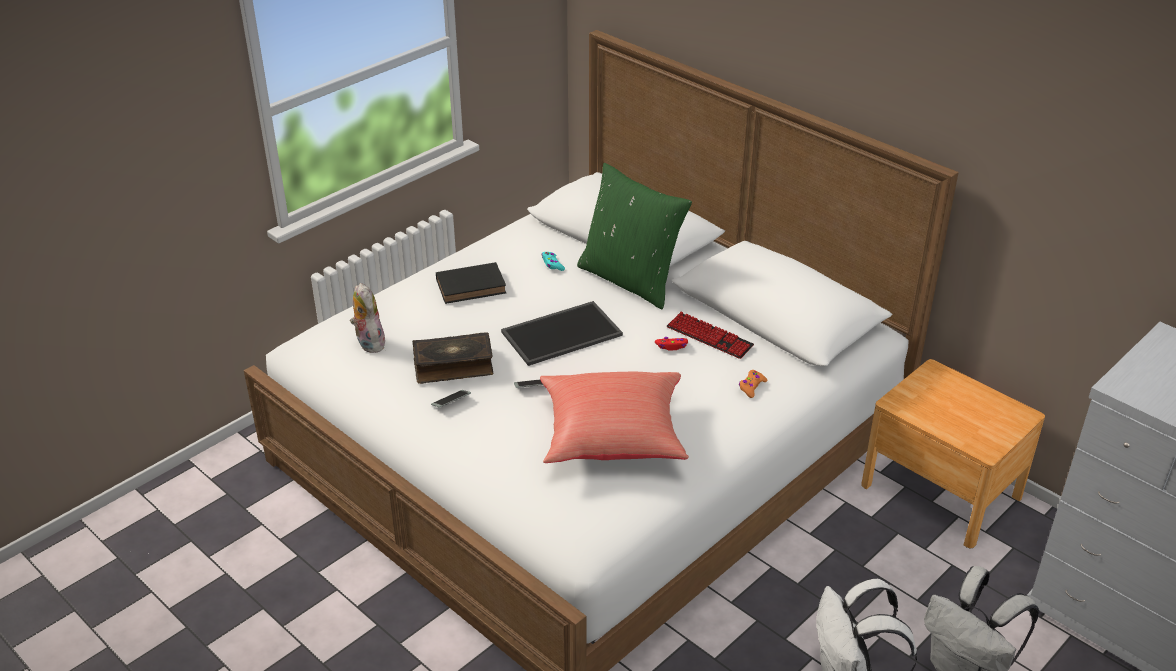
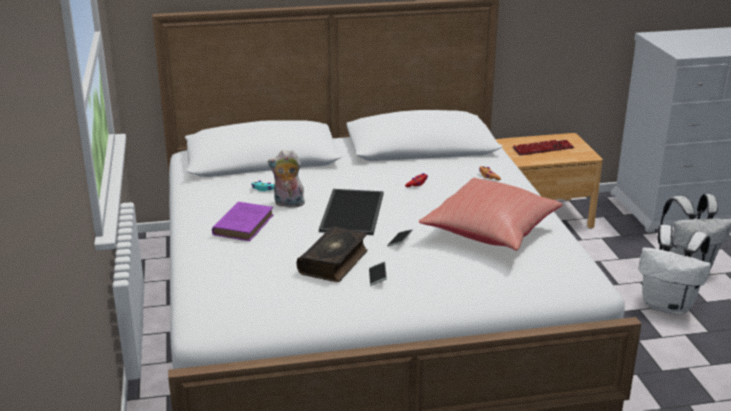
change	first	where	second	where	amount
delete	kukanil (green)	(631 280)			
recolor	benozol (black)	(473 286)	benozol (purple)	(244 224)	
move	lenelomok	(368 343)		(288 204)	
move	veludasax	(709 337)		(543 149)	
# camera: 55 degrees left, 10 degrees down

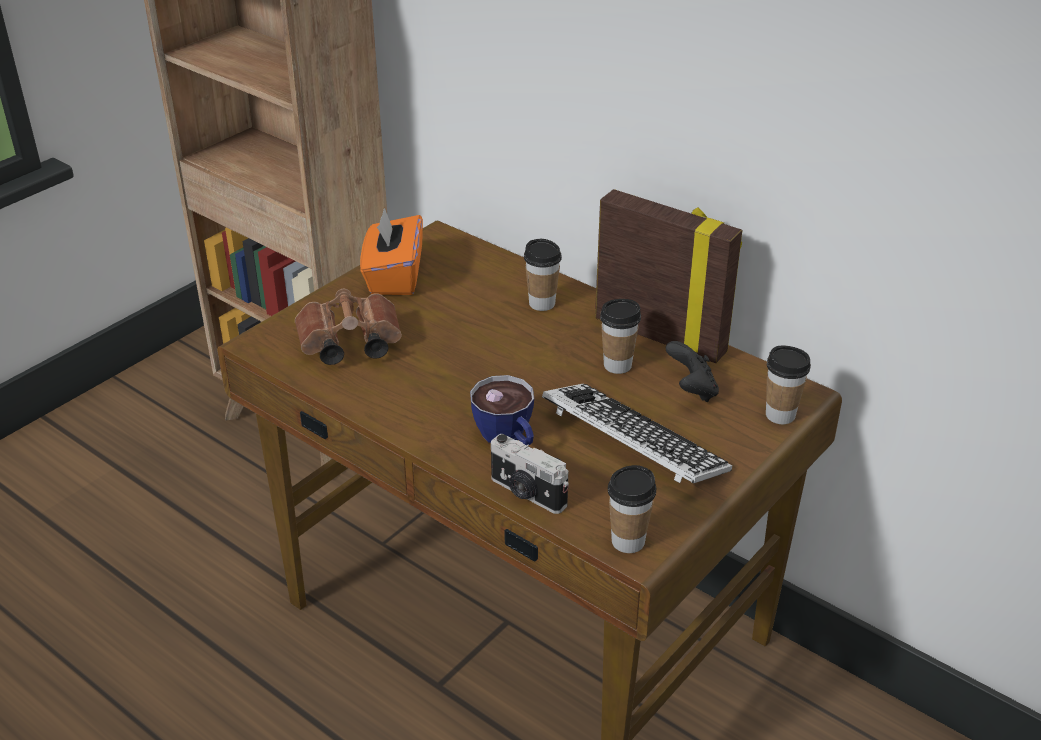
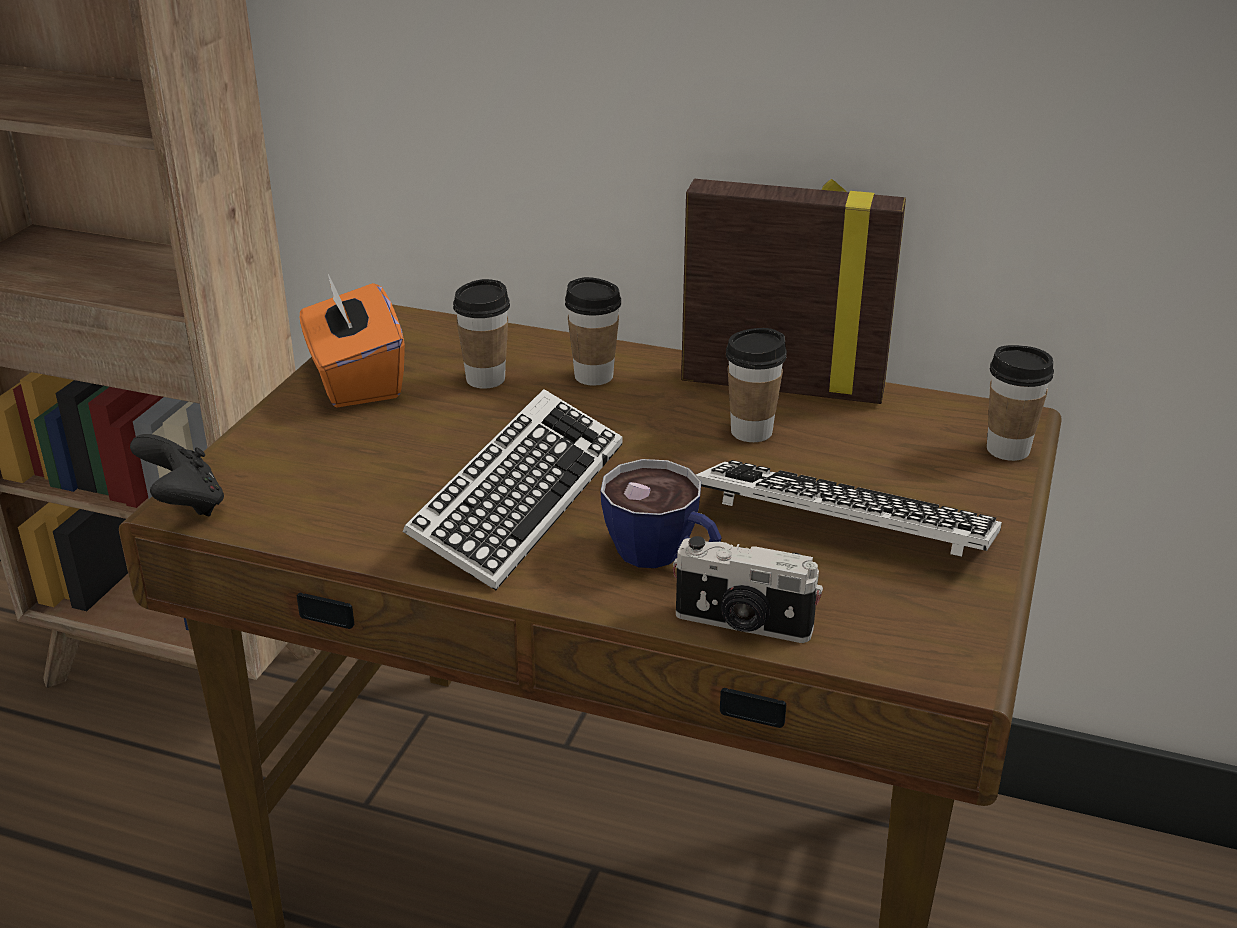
change	first	where	second	where	amount
delete	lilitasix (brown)	(347 346)			
move	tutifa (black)	(691 390)		(185 505)	
move	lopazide	(628 541)		(485 379)	
insert			veludasax	(519 500)	
# camera: 20 degrees left, 5 degrees down

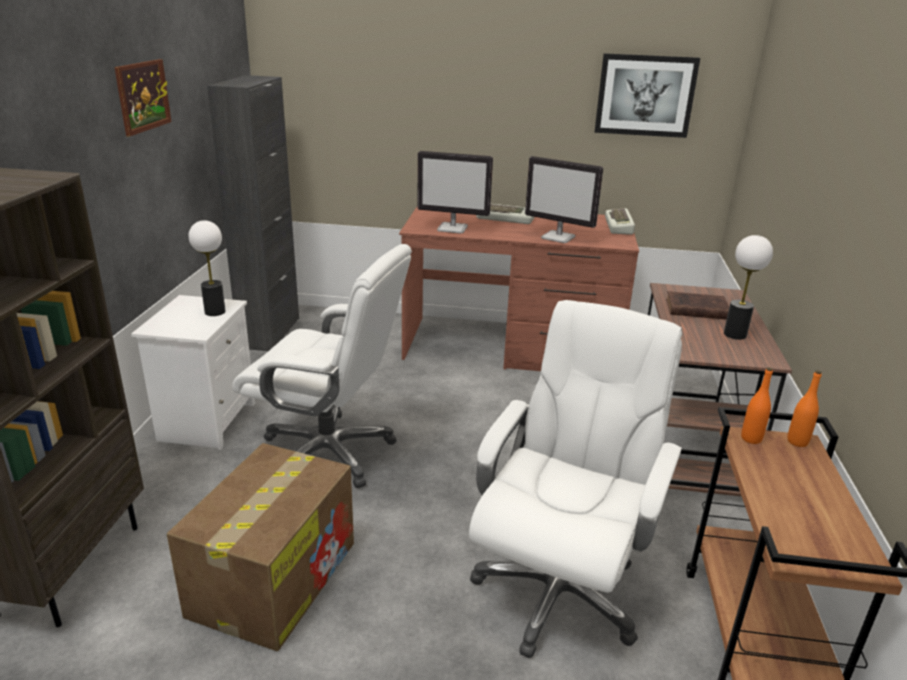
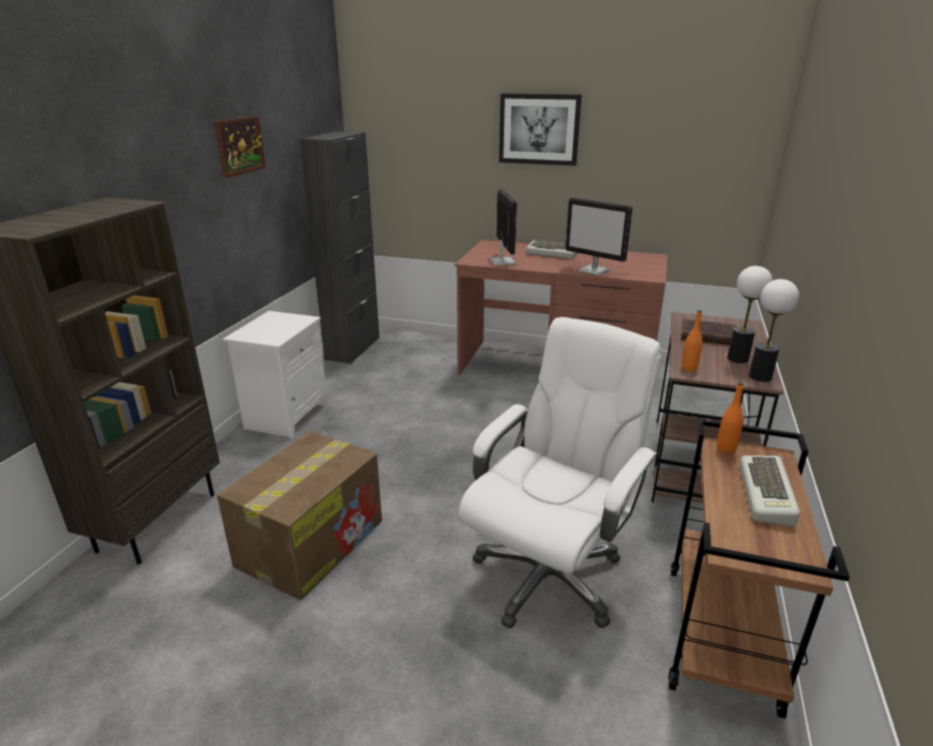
change	first	where	second	where	amount
move	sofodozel	(645 95)		(539 129)	
rotate	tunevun	(453 228)		(502 261)	120 degrees counterclockwise
move	veludasax	(620 226)		(768 495)	
move	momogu	(215 312)		(760 377)	
delete	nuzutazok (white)	(329 452)			
move	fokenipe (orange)	(797 442)		(689 368)	
# camera: 10 degrees right, 0 degrees up

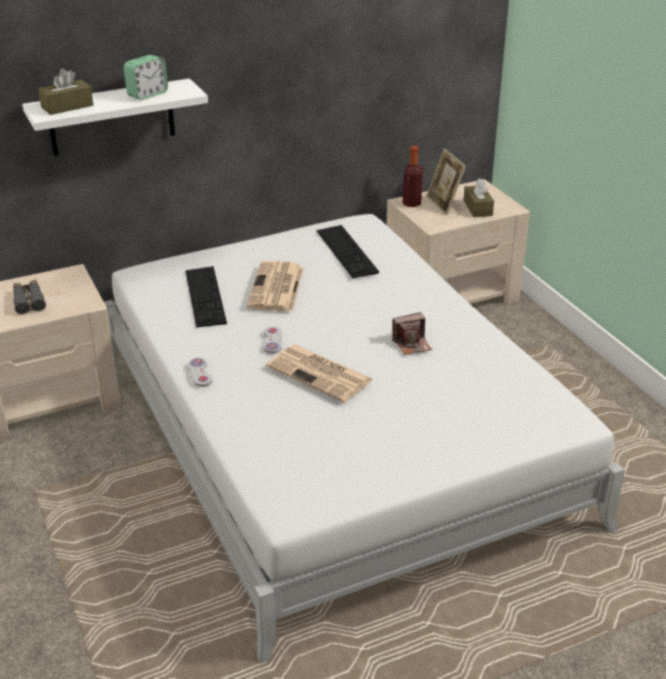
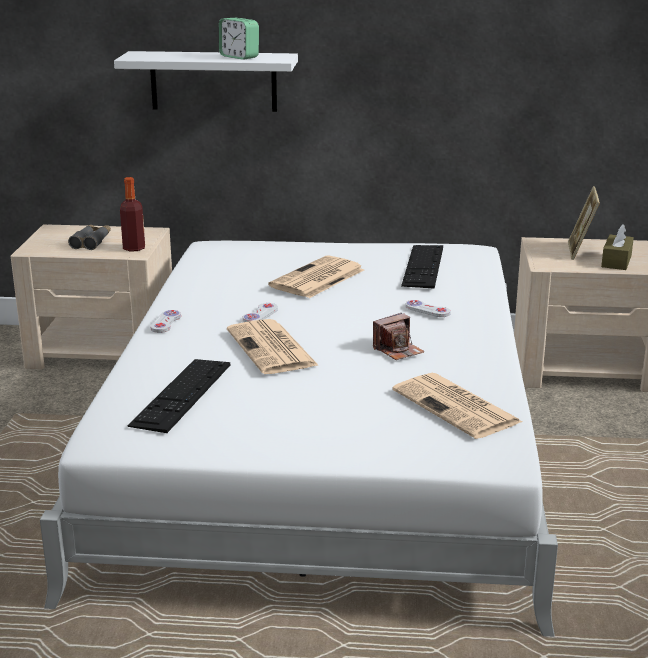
change	first	where	second	where	amount
rotate	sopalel	(147 94)		(239 57)	60 degrees clockwise
delete	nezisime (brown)	(67 106)			
move	fokenipe	(411 203)		(134 248)	
move	veludasax	(205 296)		(181 394)	
rotate	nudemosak	(411 344)		(398 350)	45 degrees counterclockwise
insert			tutifa (white)	(427 310)	
insert			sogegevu	(458 407)	
# camera: 30 degrees right, 10 degrees down

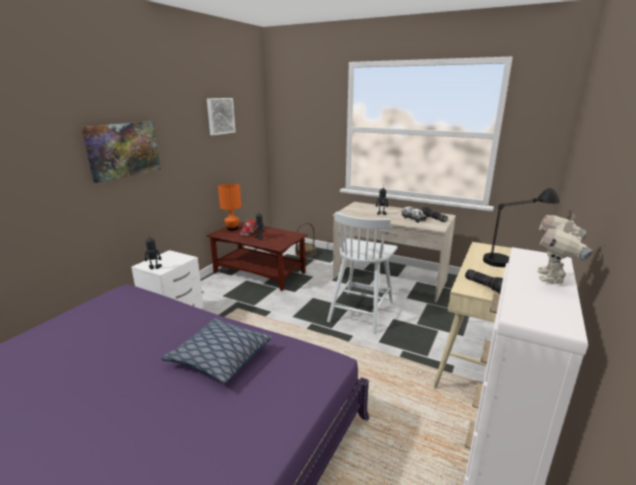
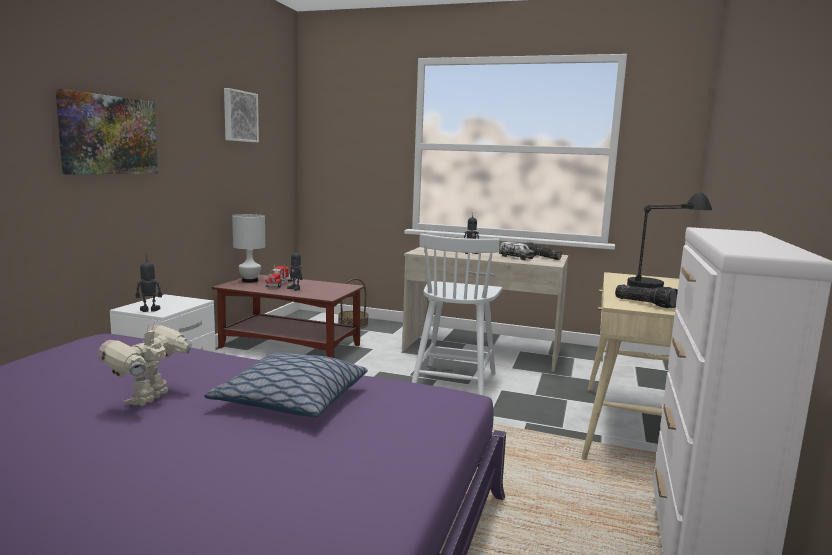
change	first	where	second	where	amount
recolor	momogu (orange)	(232 229)	momogu (white)	(250 281)	
move	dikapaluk	(552 278)		(150 399)	
# camera: 10 degrees left, 10 degrees down

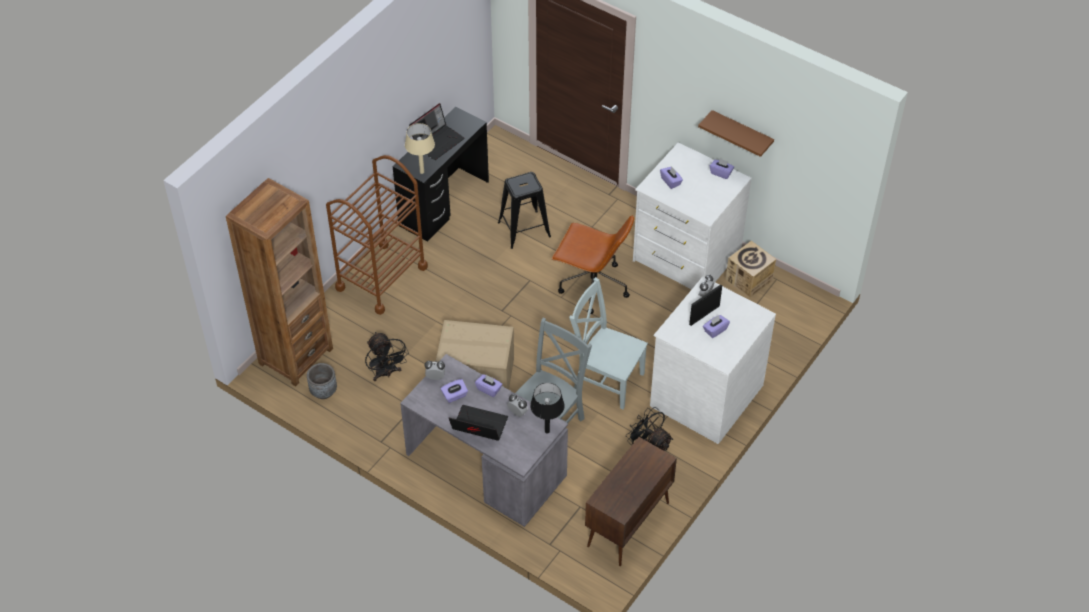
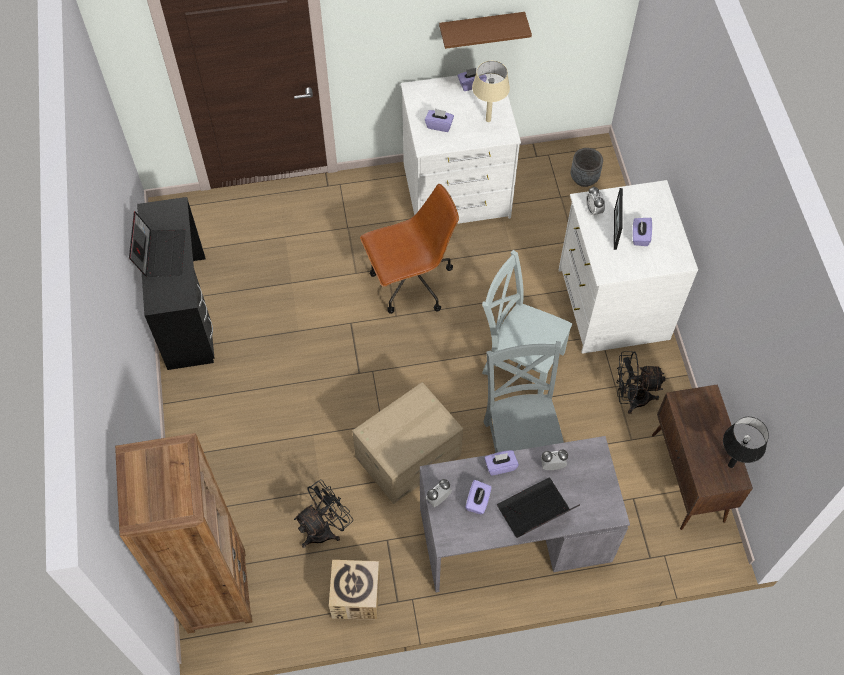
change	first	where	second	where	amount
move	momogu (beige)	(421 172)		(488 120)	
delete	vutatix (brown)	(381 277)			
delete	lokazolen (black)	(524 229)			
move	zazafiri	(749 280)		(356 596)	
rotate	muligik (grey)	(606 379)		(520 360)	45 degrees clockwise
rotate	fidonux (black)	(386 373)		(324 528)	60 degrees counterclockwise
move	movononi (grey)	(323 391)		(584 178)	
move	momogu (black)	(547 431)		(731 465)	
# camera: 45 degrees left, 10 degrees up

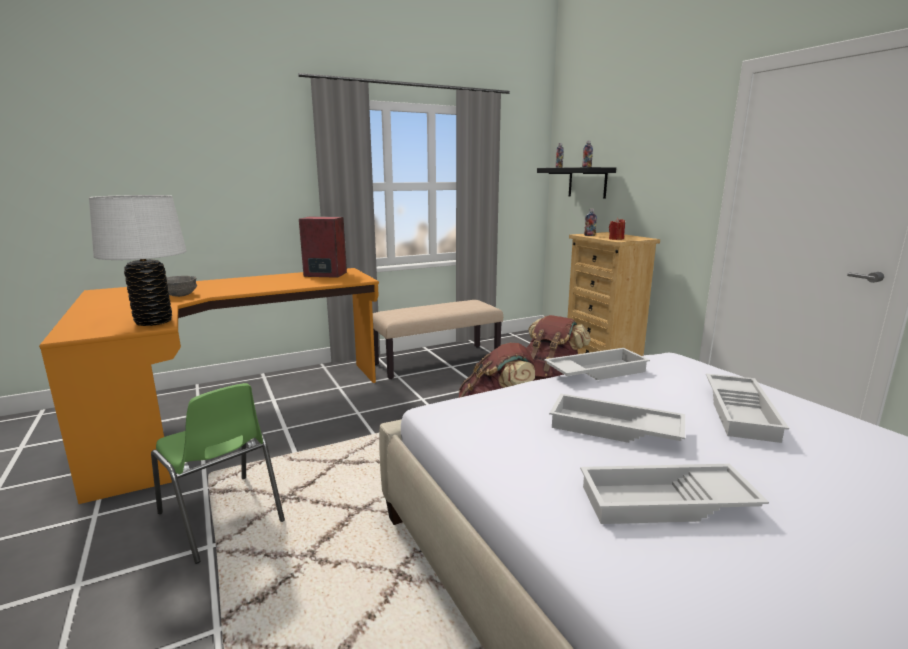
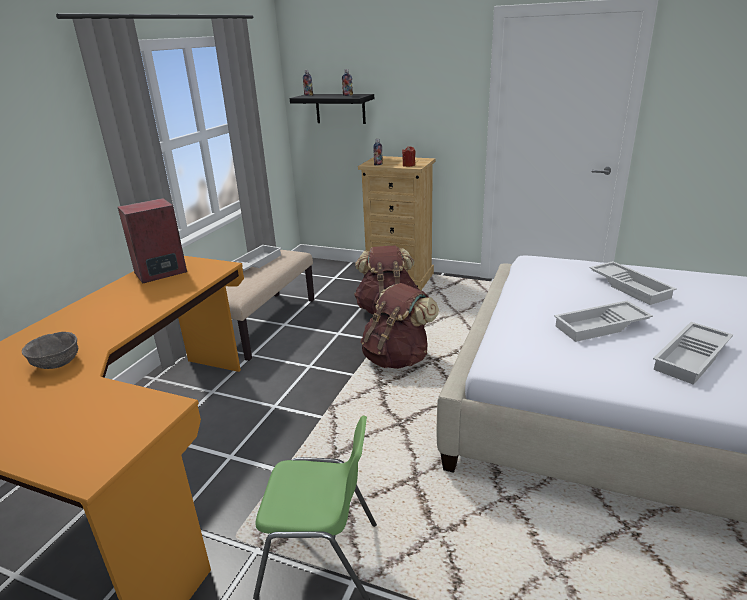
change	first	where	second	where	amount
delete	momogu (white)	(153 321)			
move	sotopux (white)	(595 371)		(254 263)	
# camera: 40 degrees left, 10 degrees up

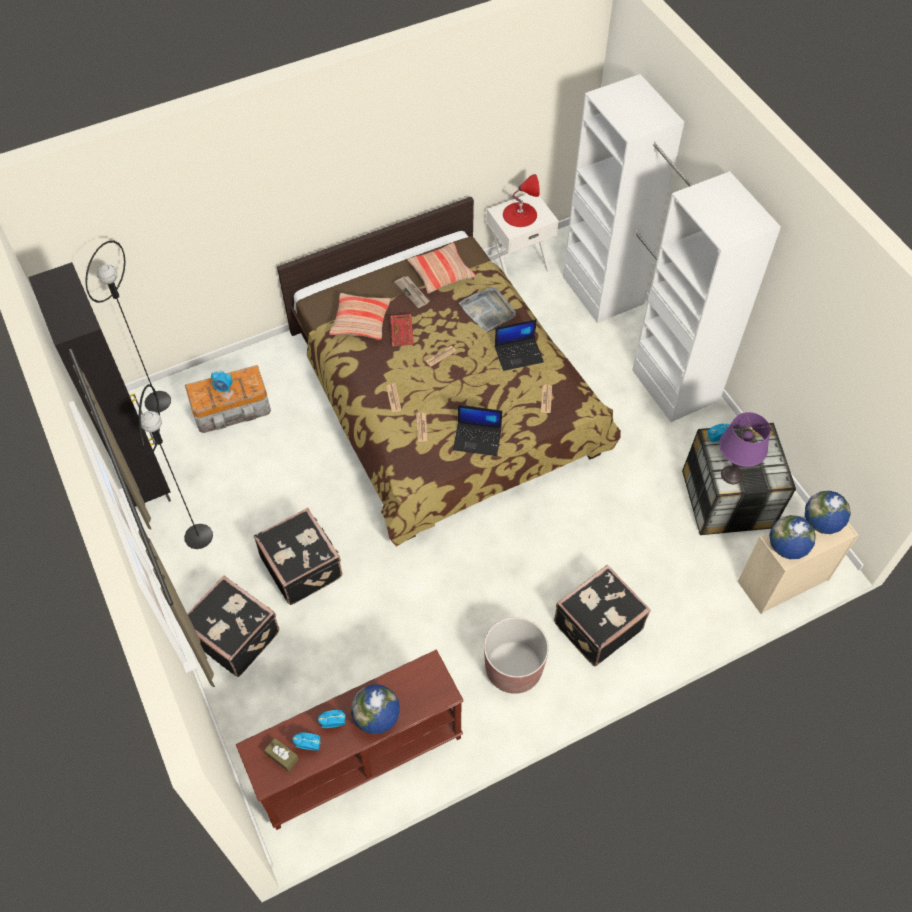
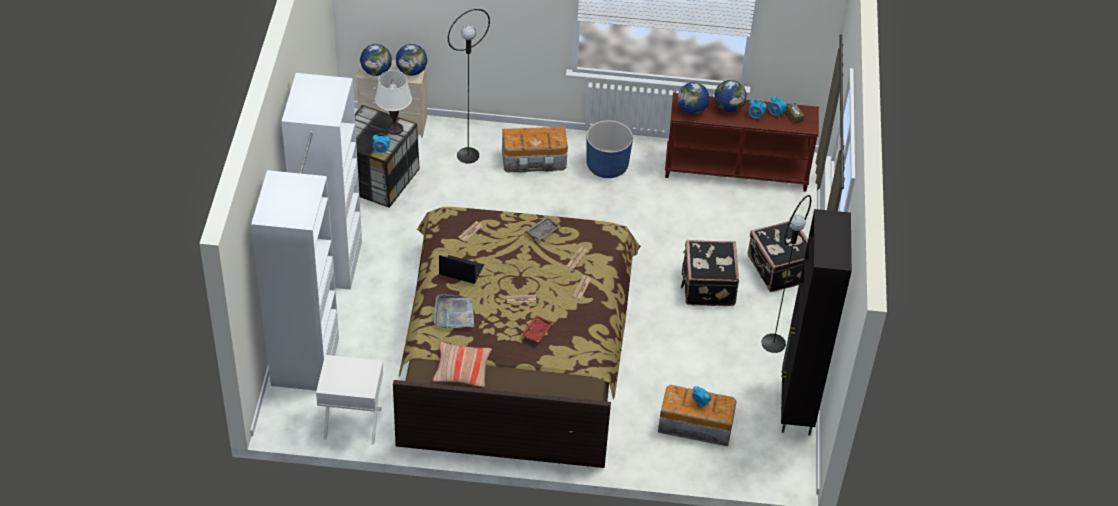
change	first	where	second	where	amount
delete	momogu (red)	(520 214)			
move	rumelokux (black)	(157 402)		(468 155)	
delete	sogegevu	(412 292)			
delete	kukanil	(360 321)			
replace	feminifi	(478 439)	sotopux (grey)	(542 231)	
recolor	momogu (purple)	(732 475)	momogu (white)	(394 128)	
replace	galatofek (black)	(596 625)	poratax	(535 160)	
recolor	movononi (brown)	(513 668)	movononi (blue)	(607 166)	
insert			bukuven	(692 110)	
# camera: 150 degrees left, 10 degrees down

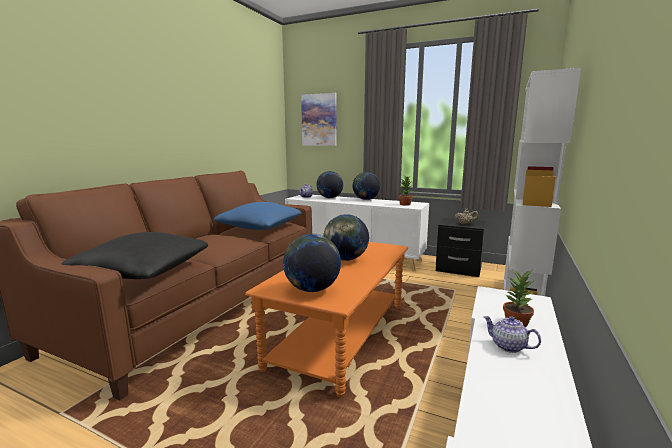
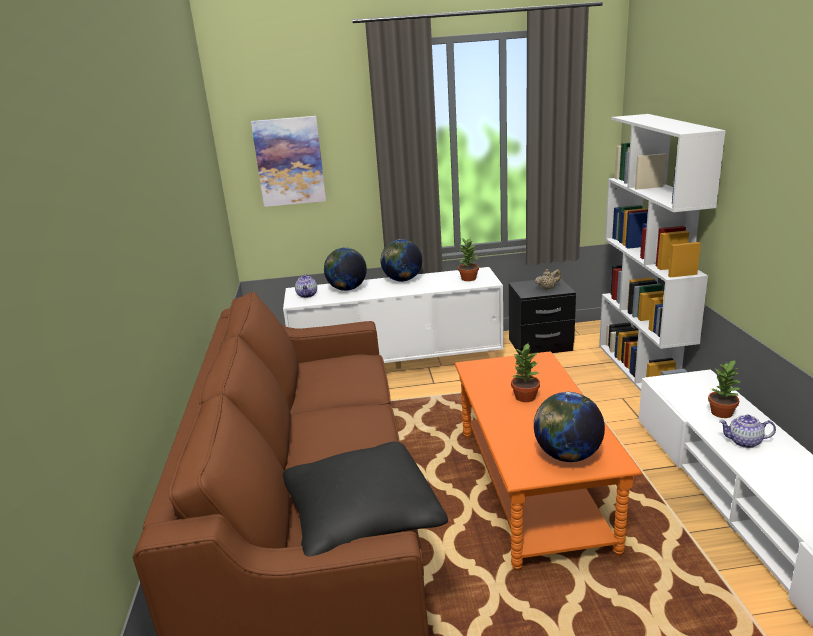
change	first	where	second	where	amount
delete	kukanil (blue)	(260 227)			
replace	bukuven	(345 259)	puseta	(525 397)	
# camera: 30 degrees left, 10 degrees up

